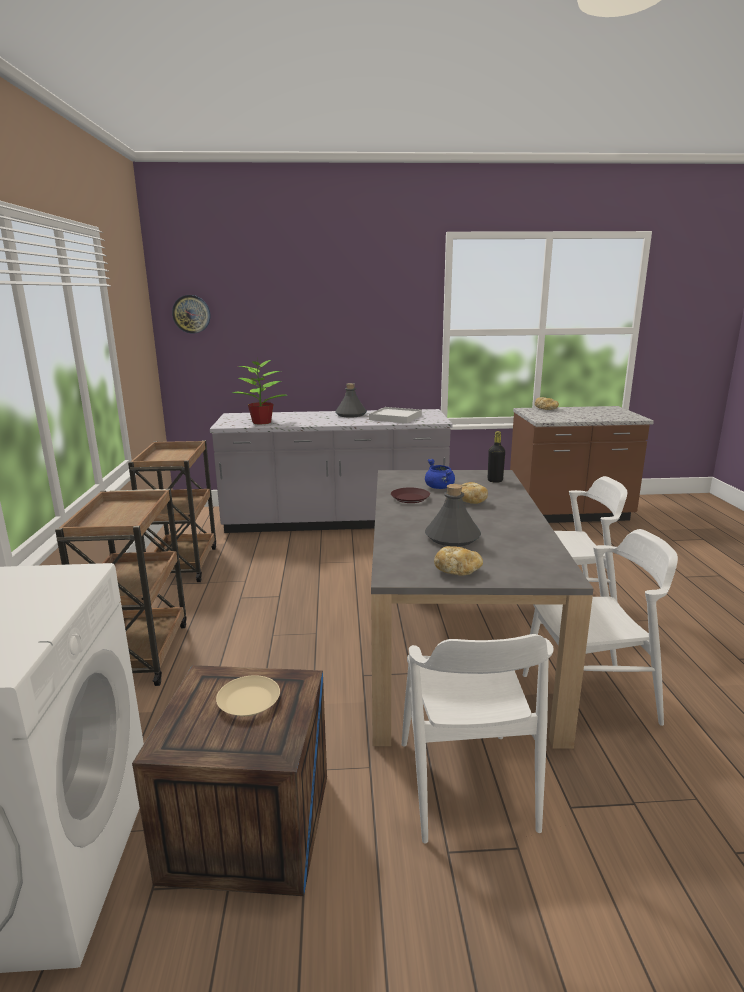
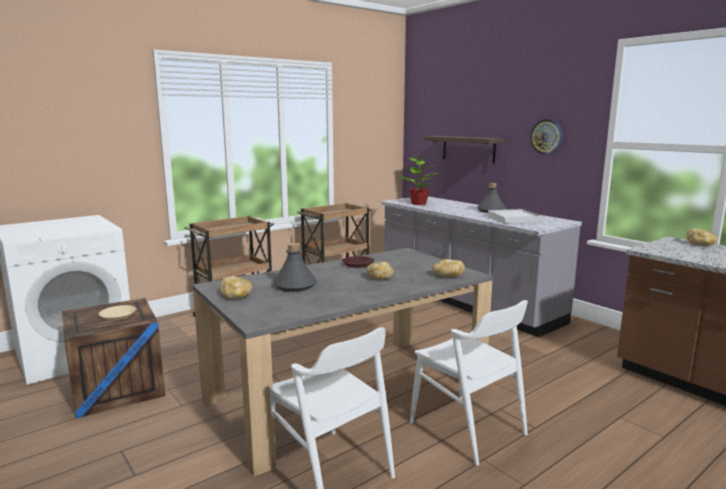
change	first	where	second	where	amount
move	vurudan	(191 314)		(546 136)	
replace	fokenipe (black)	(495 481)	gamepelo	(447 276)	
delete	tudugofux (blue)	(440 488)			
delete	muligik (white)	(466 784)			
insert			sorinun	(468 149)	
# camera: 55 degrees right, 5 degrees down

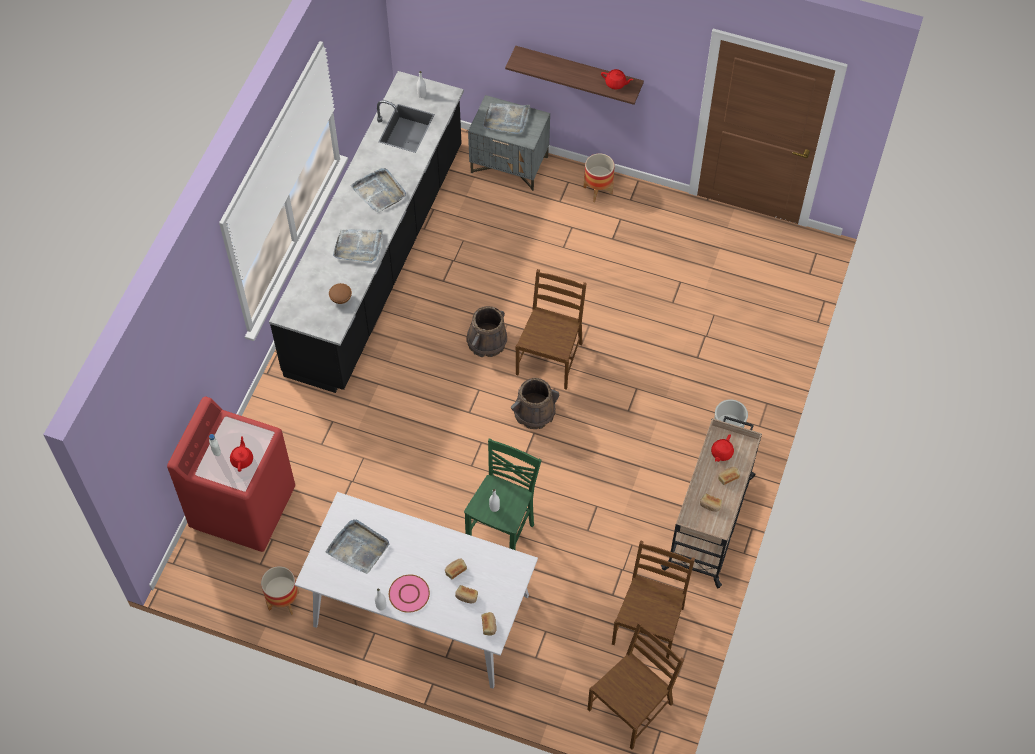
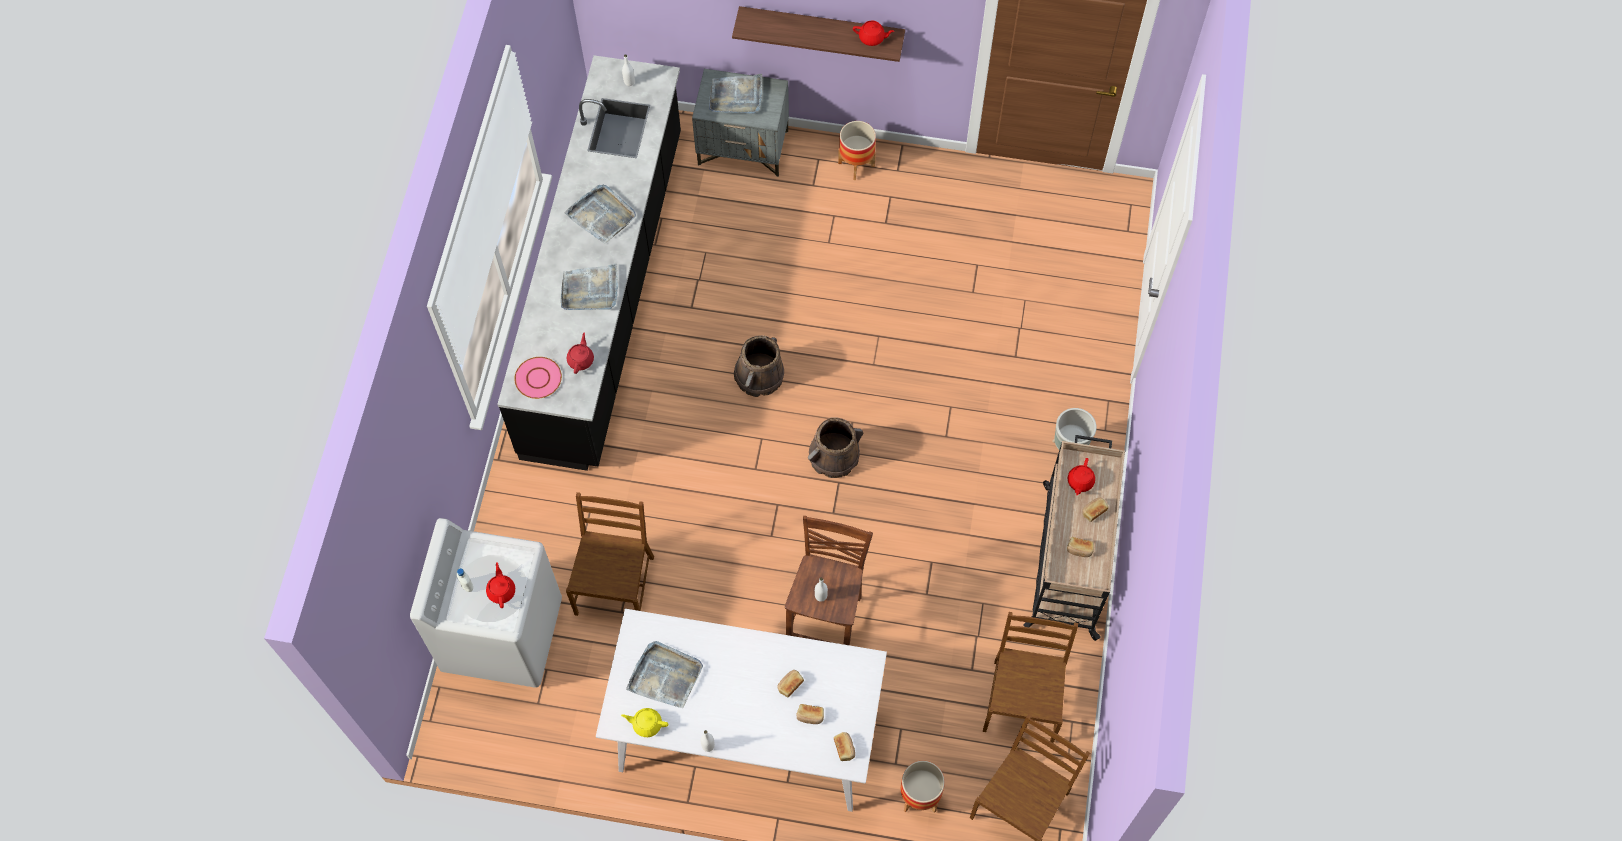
change	first	where	second	where	amount
move	muligik (brown)	(550 358)		(615 585)	
replace	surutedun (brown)	(341 298)	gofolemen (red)	(581 360)	
recolor	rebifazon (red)	(243 507)	rebifazon (white)	(503 634)	
recolor	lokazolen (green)	(503 538)	lokazolen (brown)	(827 620)	
move	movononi	(283 601)		(919 796)	
move	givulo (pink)	(409 594)		(538 378)	
insert			gofolemen (yellow)	(646 724)	
# camera: 10 degrees left, 5 degrees up

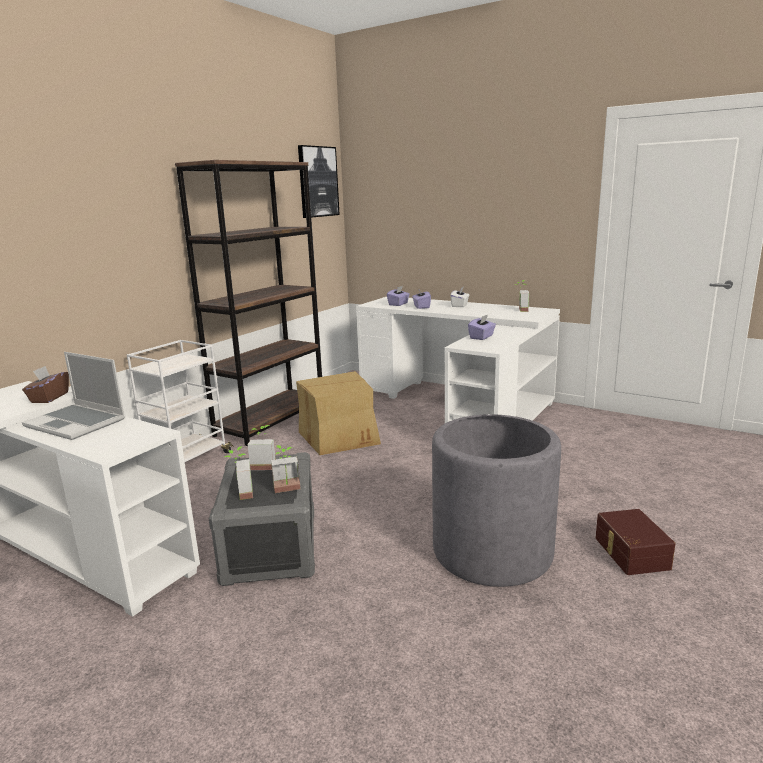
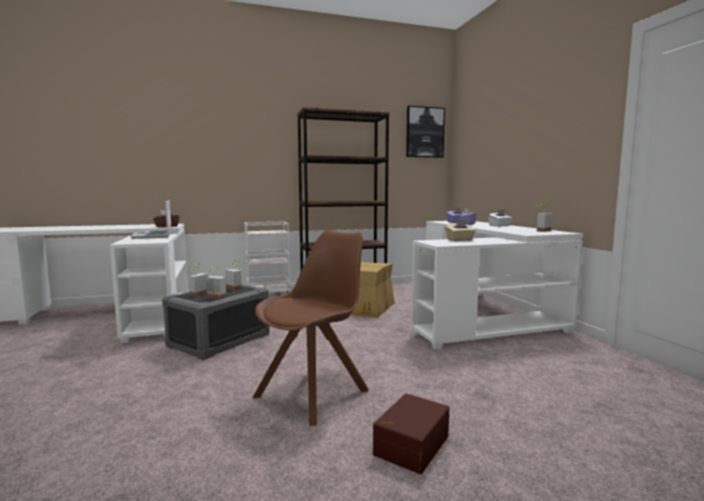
change	first	where	second	where	amount
recolor	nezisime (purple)	(482 337)	nezisime (beige)	(460 240)	
replace	movononi (grey)	(492 551)	muligik (brown)	(314 392)	
# camera: 40 degrees right, 10 degrees down

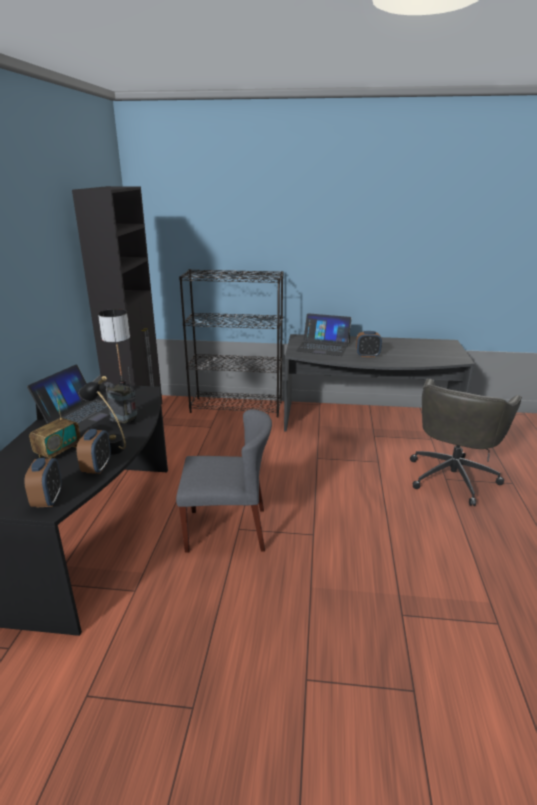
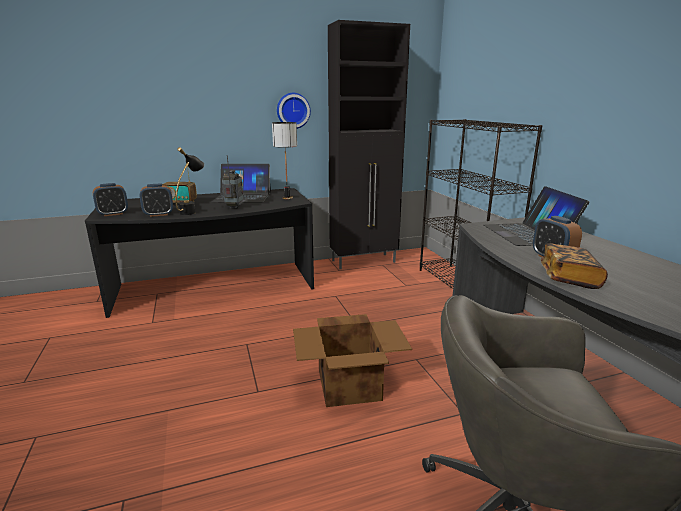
change	first	where	second	where	amount
delete	muligik (grey)	(227 529)			
insert			vurudan	(293 110)	
insert			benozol	(569 278)	
insert			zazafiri	(350 385)	
# camera: 65 degrees right, 5 degrees down

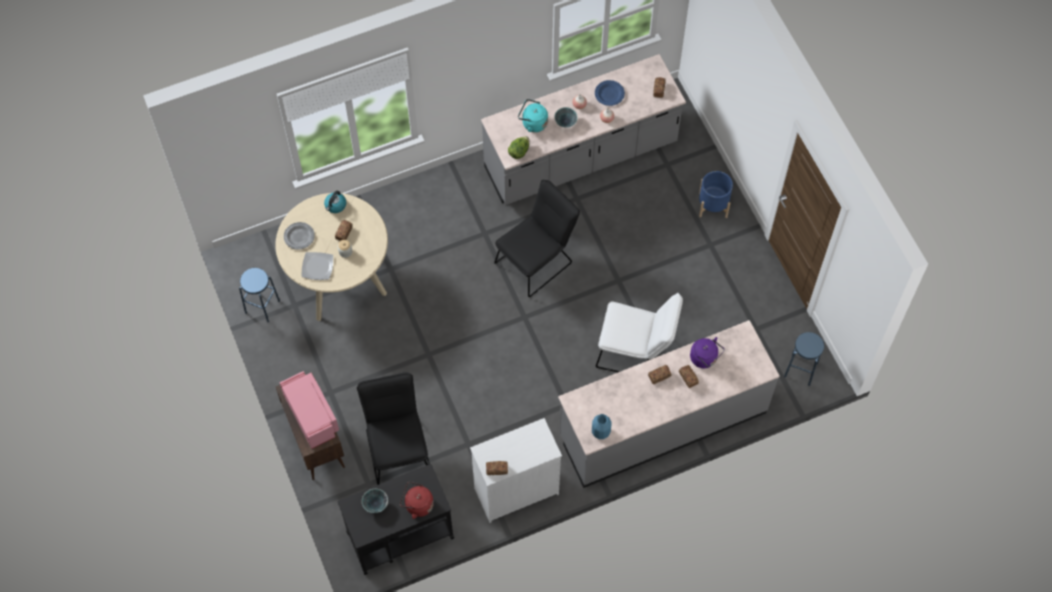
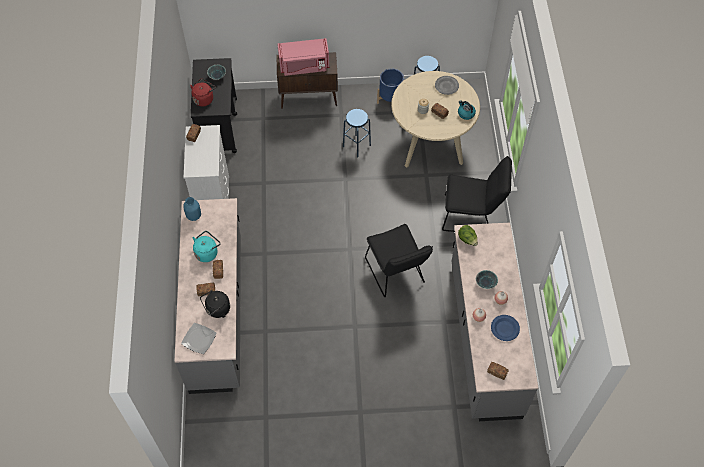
change	first	where	second	where	amount
move	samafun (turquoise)	(533 123)		(207 252)	
move	movononi (blue)	(713 205)		(390 99)	
move	givulo	(317 267)		(198 339)	
delete	muligik (white)	(636 352)			
move	lokazolen (blue)	(800 370)		(356 146)	
recolor	samafun (purple)	(705 358)	samafun (black)	(217 310)	
move	muligik (black)	(398 447)		(472 215)	
# camera: 110 degrees right, 5 degrees down

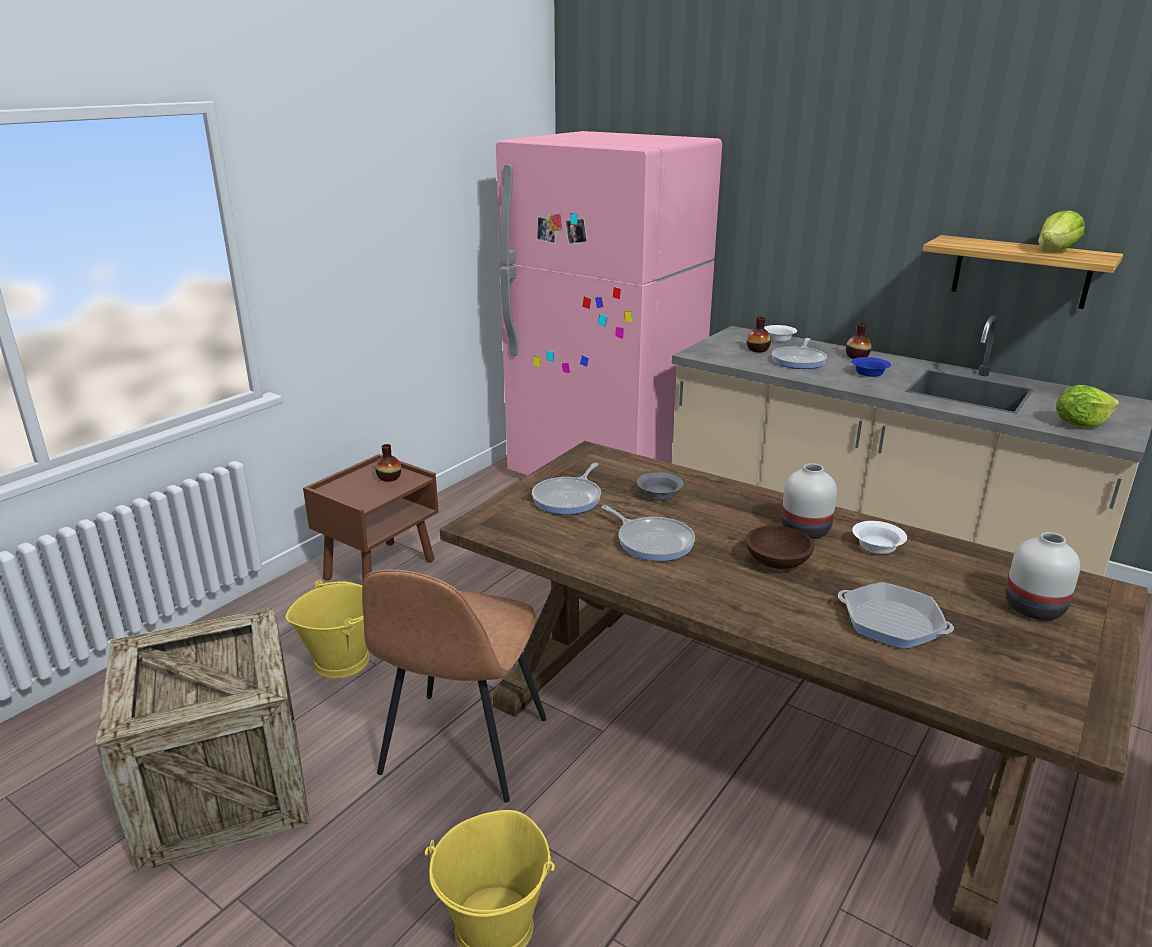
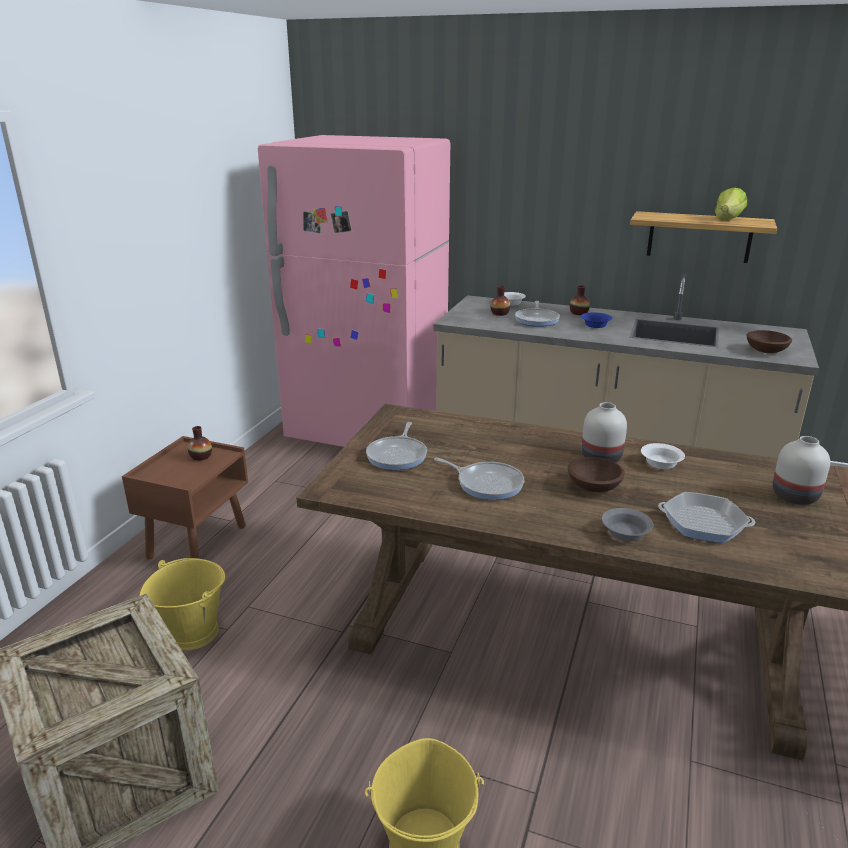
change	first	where	second	where	amount
replace	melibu	(1080 424)	surutedun (brown)	(765 351)	
move	surutedun (grey)	(659 495)		(626 534)	
delete	muligik (brown)	(462 749)			
# camera: 15 degrees left, 0 degrees up

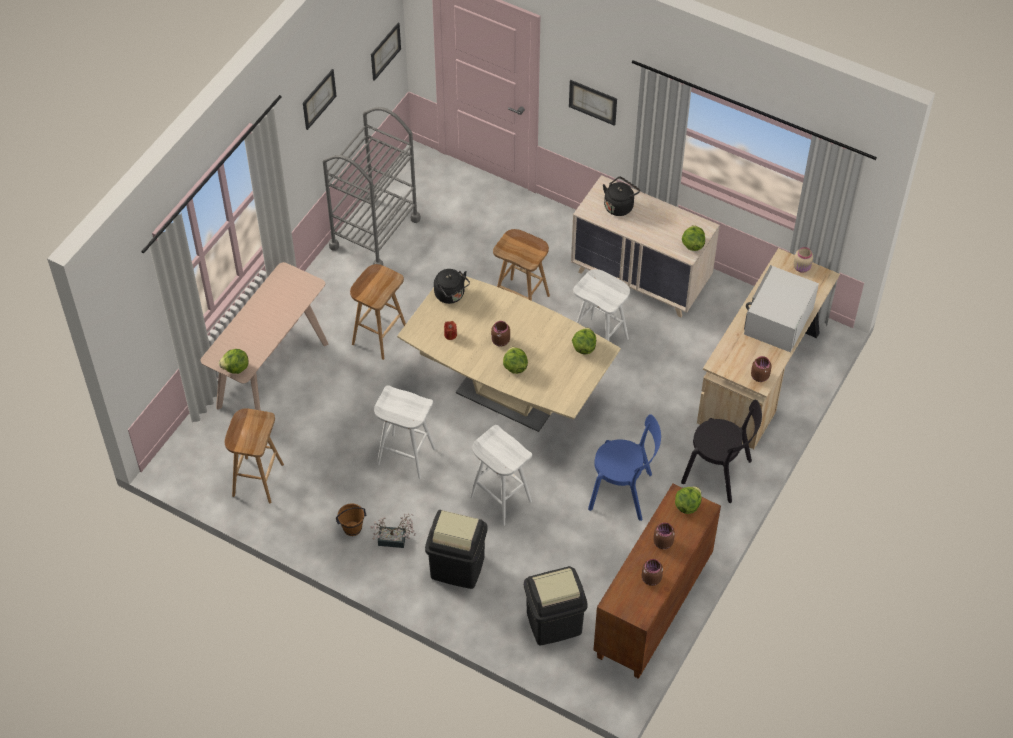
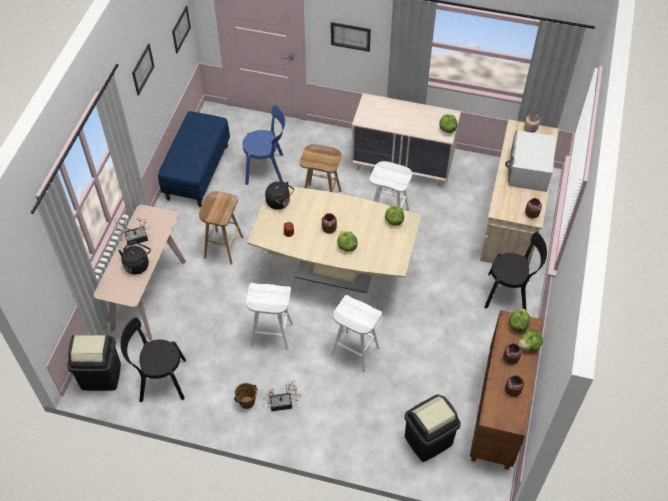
change	first	where	second	where	amount
replace	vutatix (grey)	(375 233)	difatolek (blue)	(197 172)	
move	samafun (black)	(619 206)		(137 264)	
move	melibu	(236 368)		(529 346)	
replace	lokazolen (brown)	(257 479)	muligik (black)	(159 380)	
move	muligik (blue)	(624 492)		(267 169)	
move	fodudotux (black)	(457 566)		(101 375)	
insert			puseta	(133 238)	
# camera: 15 degrees left, 0 degrees up

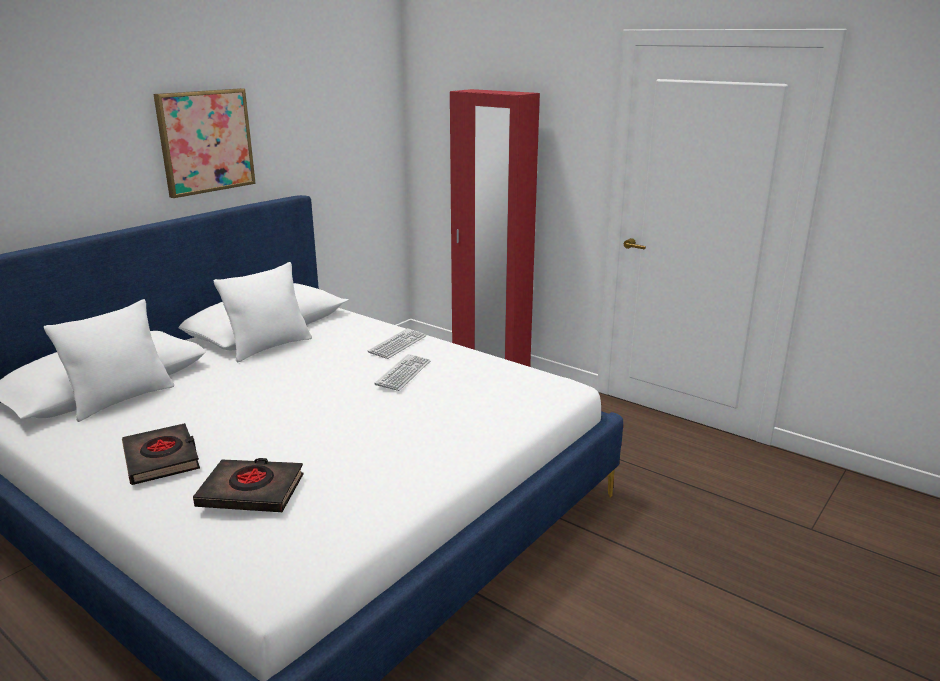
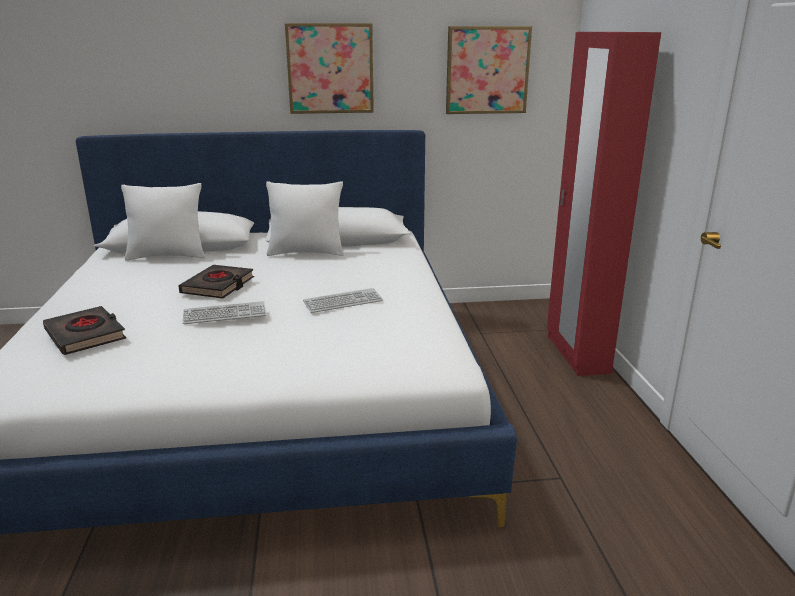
change	first	where	second	where	amount
move	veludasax	(397 344)		(225 314)	
move	benozol (black)	(162 459)		(218 286)	
insert			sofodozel	(487 70)	
# camera: 45 degrees right, 0 degrees up

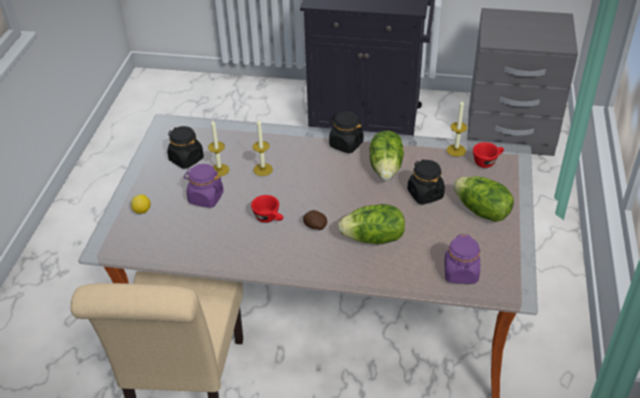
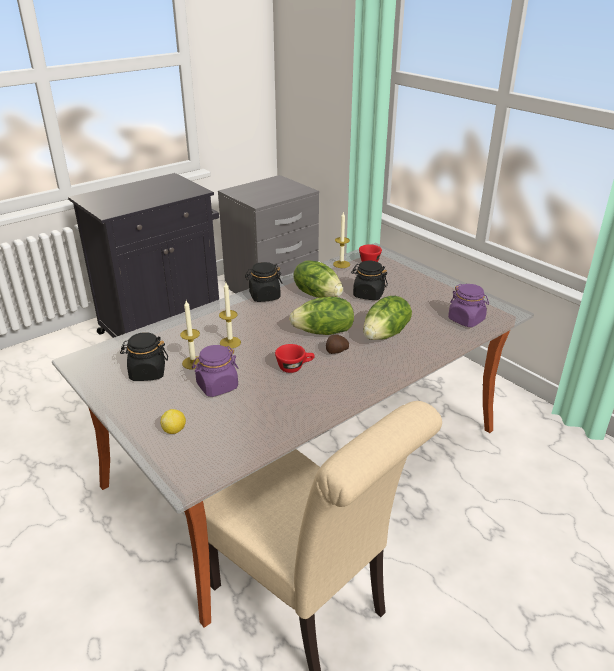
change	first	where	second	where	amount
move	melibu	(481 211)		(324 332)	
# camera: 50 degrees left, 10 degrees down

